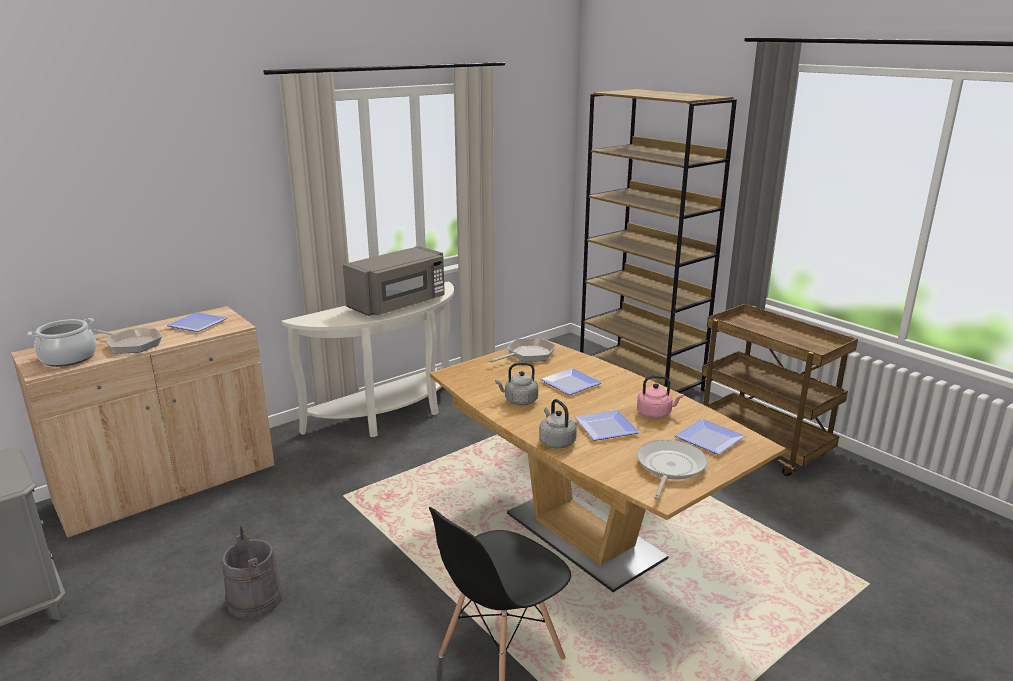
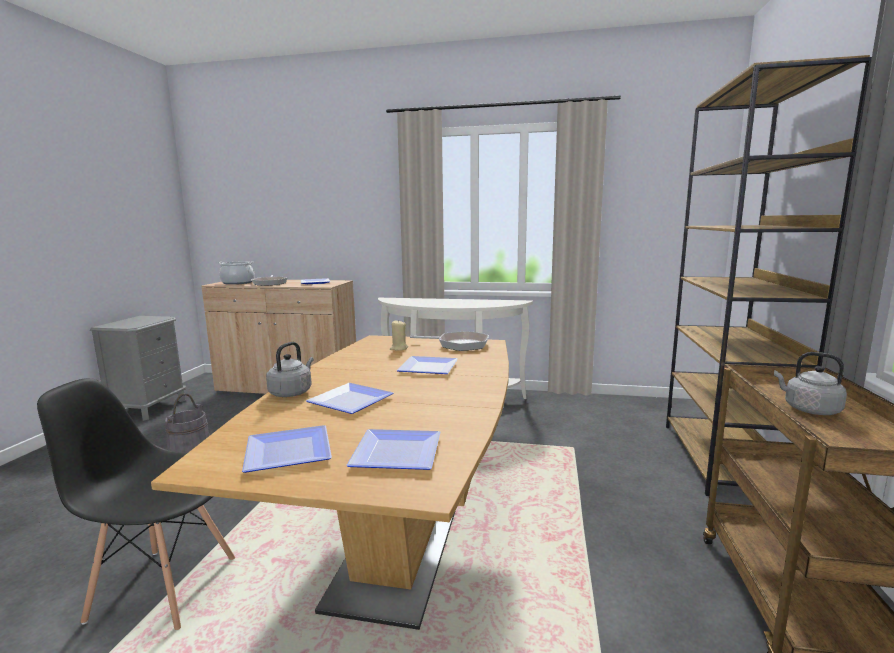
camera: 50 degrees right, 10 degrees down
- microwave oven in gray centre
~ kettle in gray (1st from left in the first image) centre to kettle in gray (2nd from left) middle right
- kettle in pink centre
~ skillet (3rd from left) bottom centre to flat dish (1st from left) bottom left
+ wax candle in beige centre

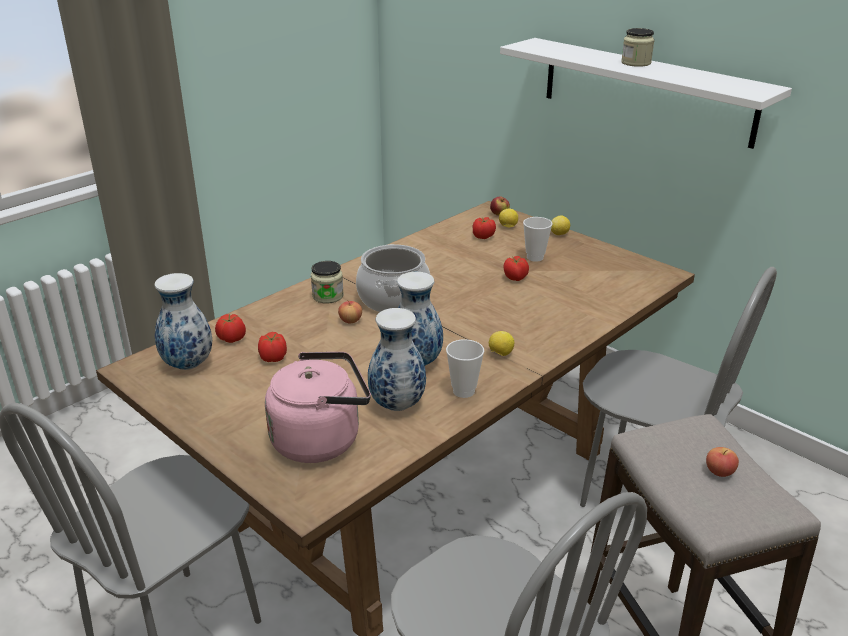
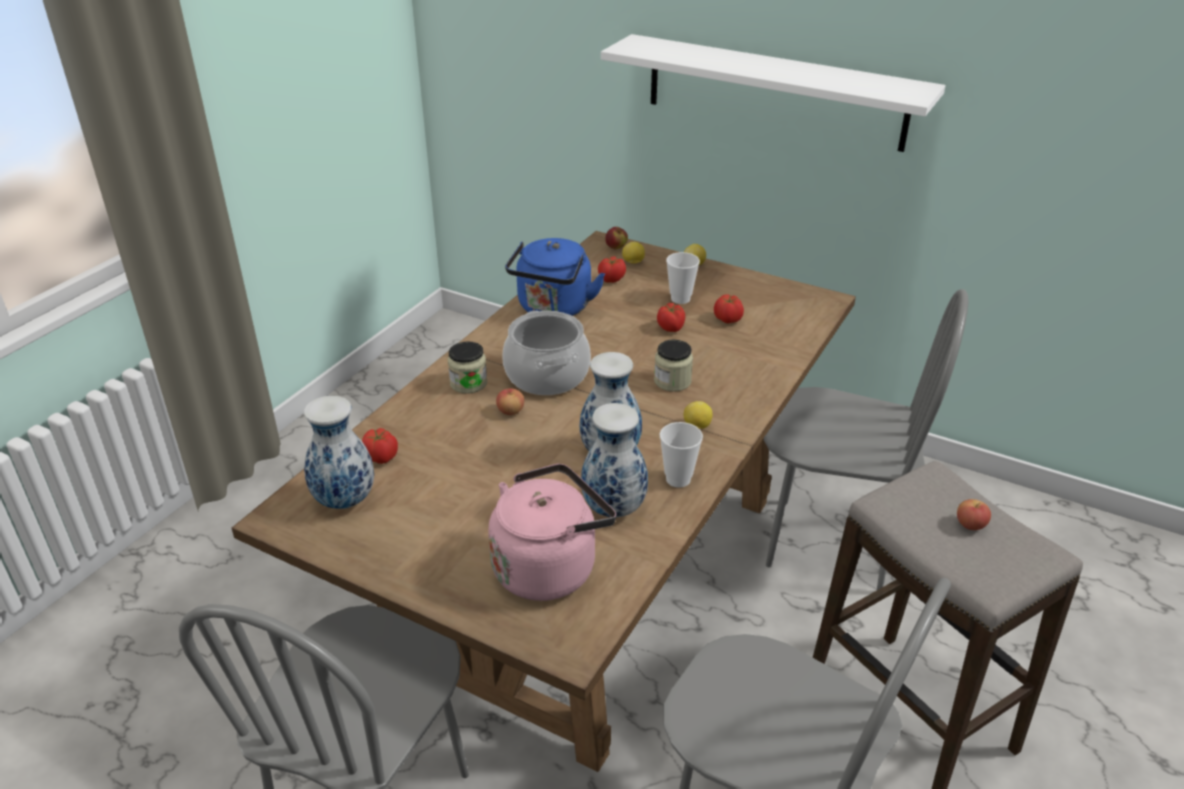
camera: 15 degrees left, 5 degrees up
~ tomato (2nd from left in the first image) middle left to tomato (4th from left) centre
~ jar (2nd from left) top right to centre
+ kettle in blue centre

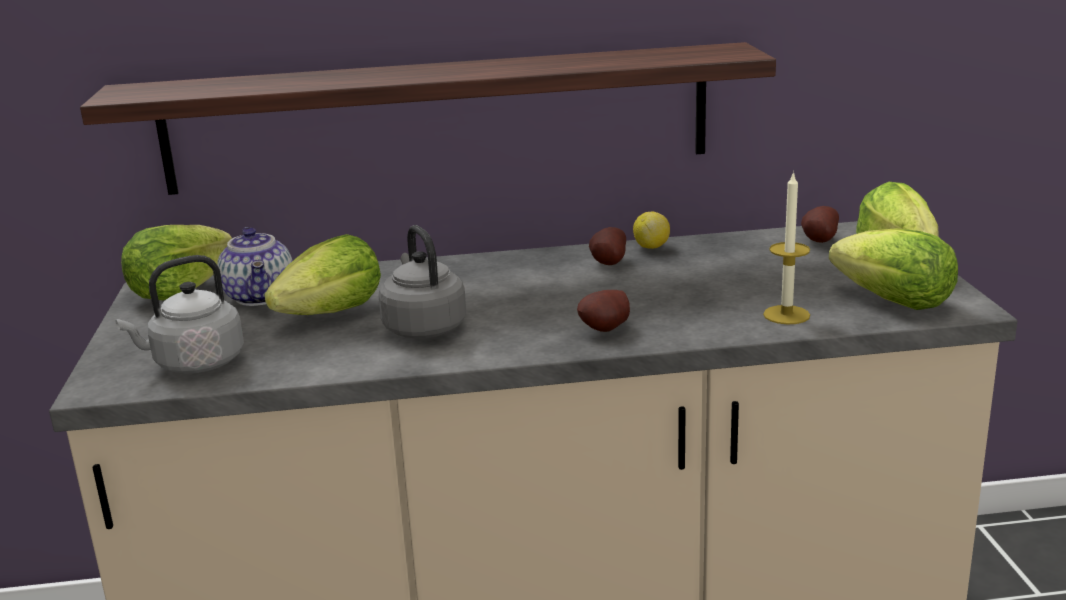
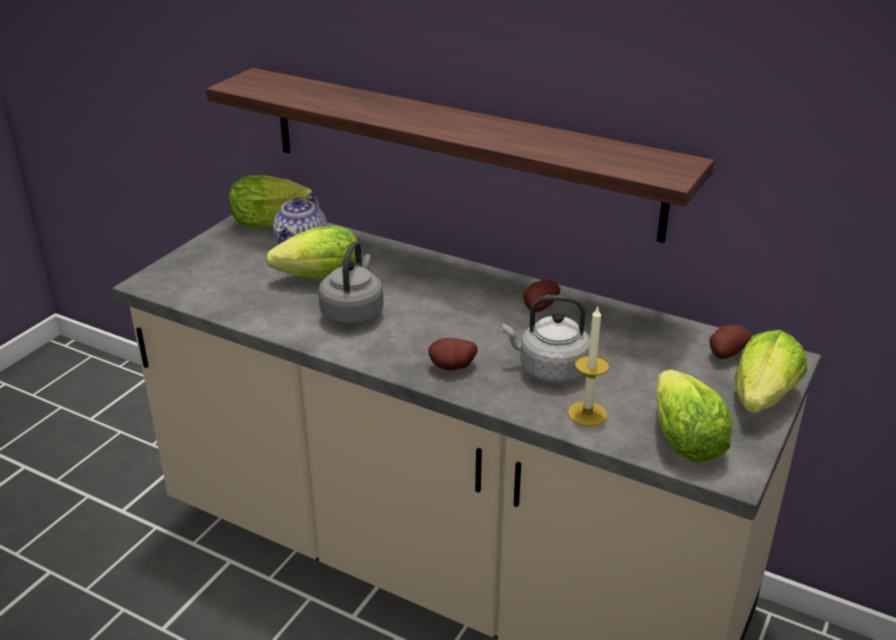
camera: 35 degrees right, 10 degrees up
~ kettle in gray (1st from left in the first image) middle left to kettle in gray (2nd from left) centre
- citrus fruit centre

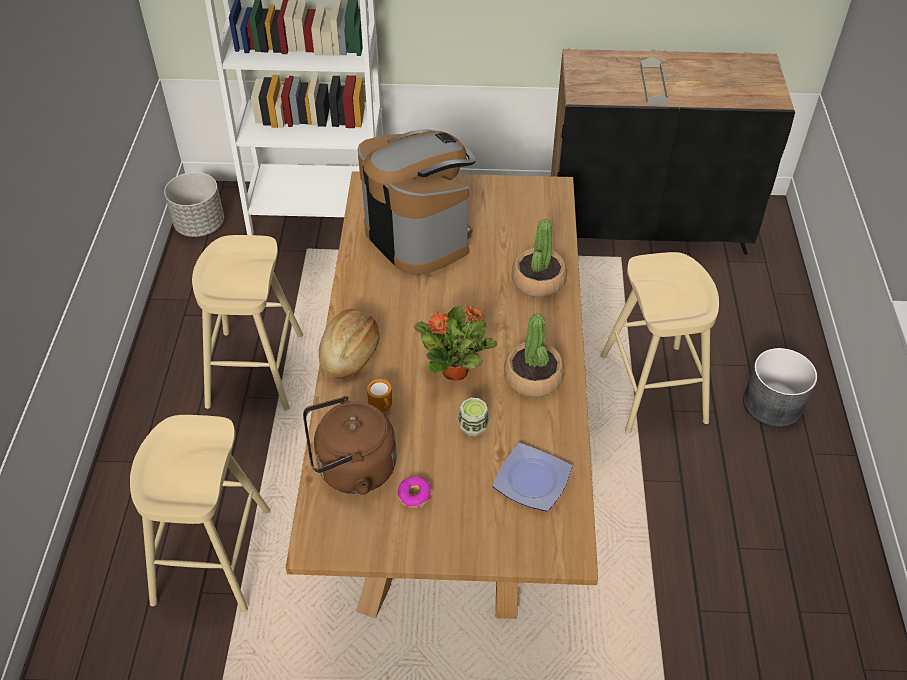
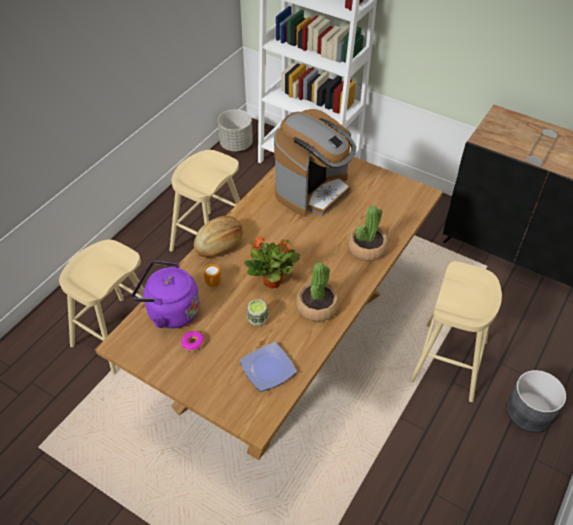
camera: 30 degrees right, 0 degrees up
~ kettle in brownish centre to kettle in purple middle left
~ coffee maker top centre = top centre 45 degrees clockwise

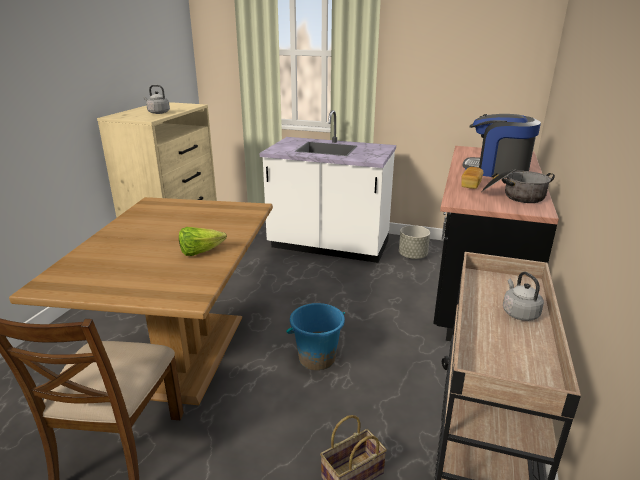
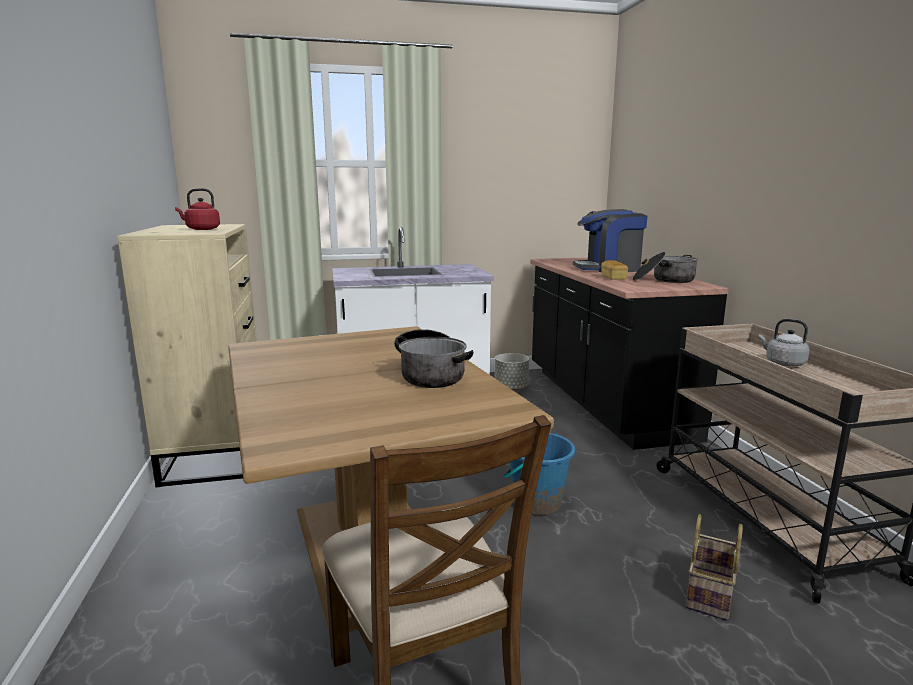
camera: 30 degrees left, 10 degrees down
~ kettle in gray (1st from left) top left to kettle in red top left
~ lettuce head middle left to stockpot (1st from left) centre

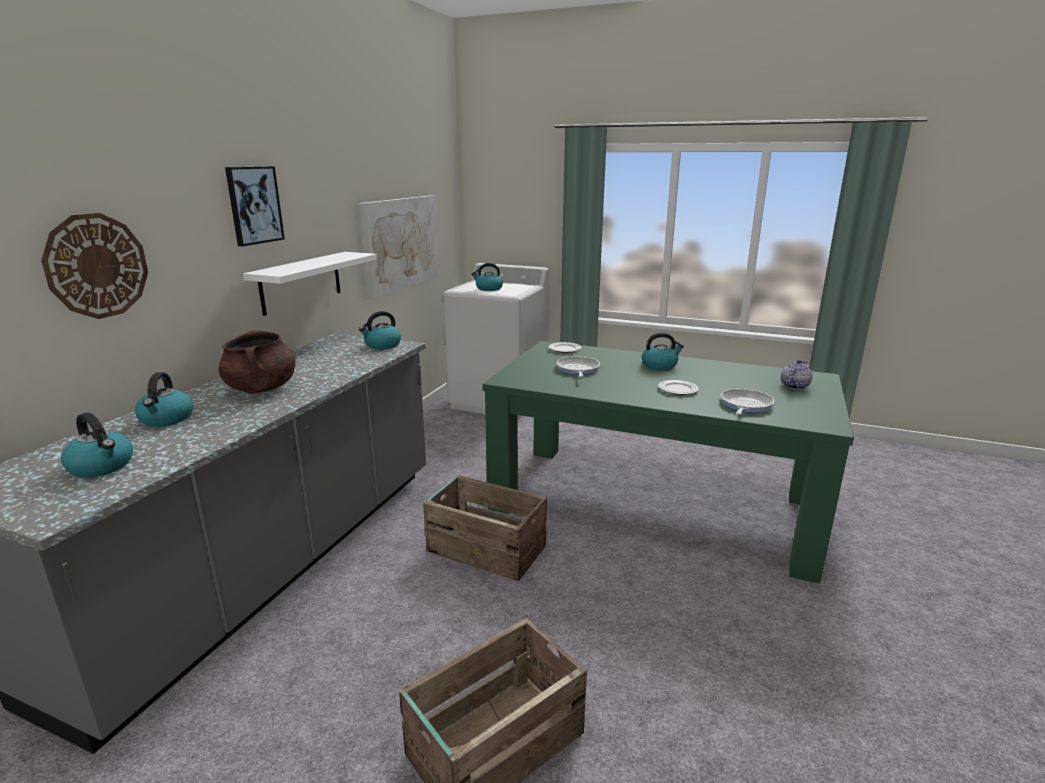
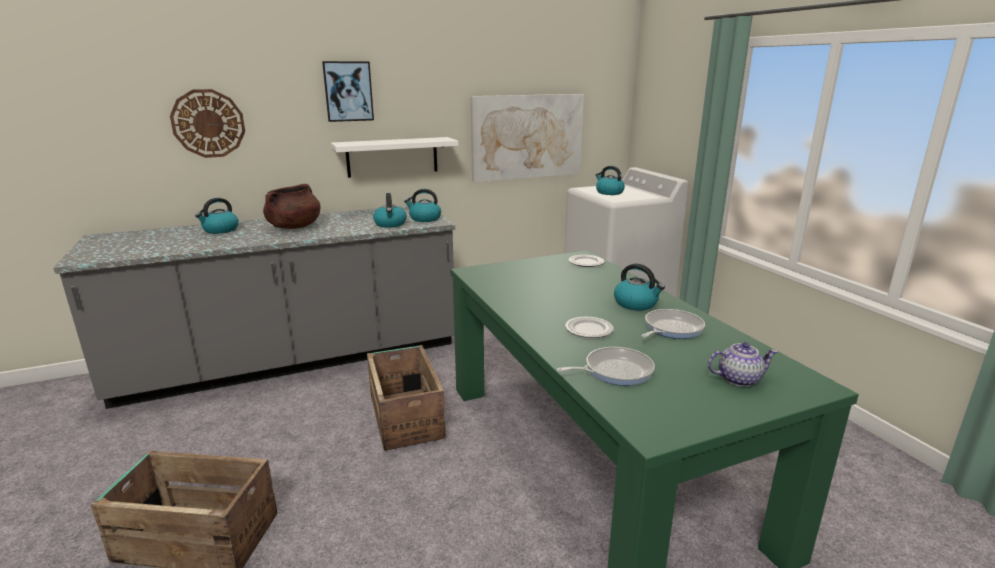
camera: 45 degrees right, 0 degrees up
~ kettle (1st from left in the first image) middle left to kettle (2nd from left) centre
~ skillet (1st from left in the first image) centre to skillet (2nd from left) middle right

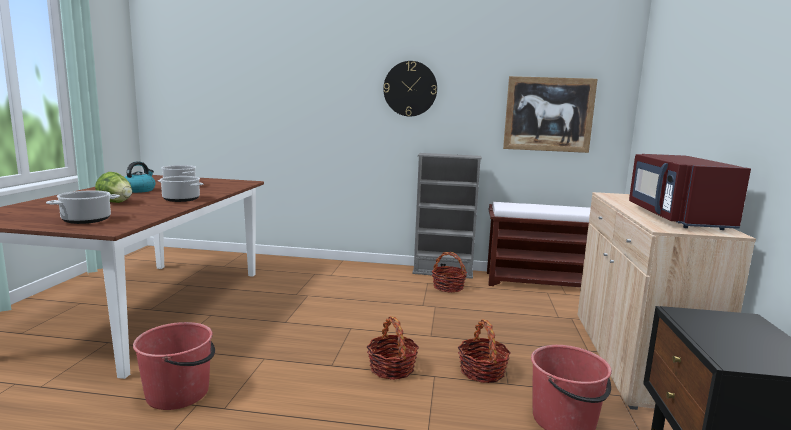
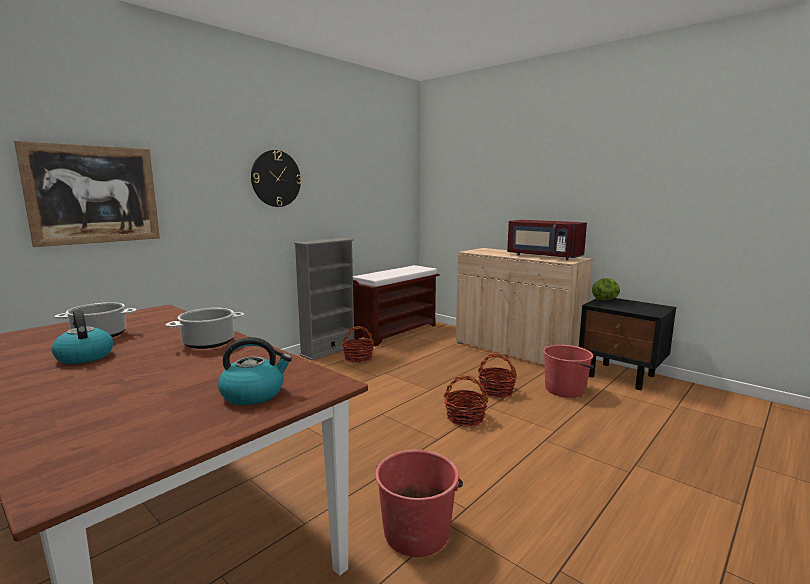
camera: 55 degrees left, 0 degrees up
~ stockpot (1st from left) middle left to kettle (2nd from left) middle left
~ lettuce head middle left to middle right
~ wall picture top right to top left

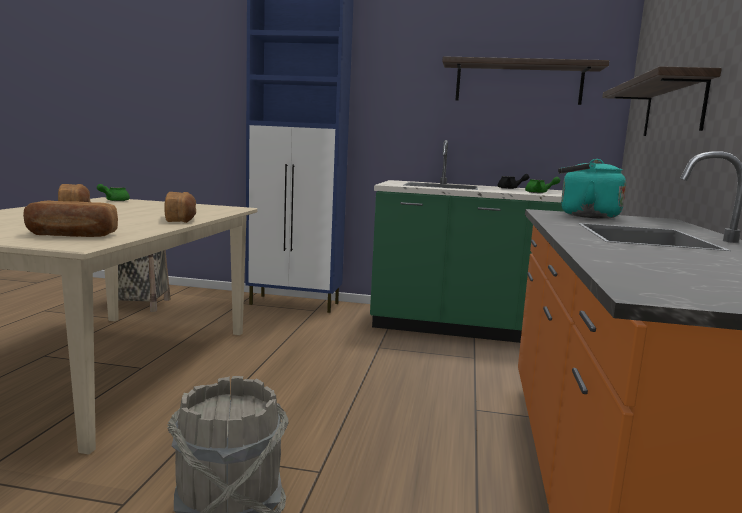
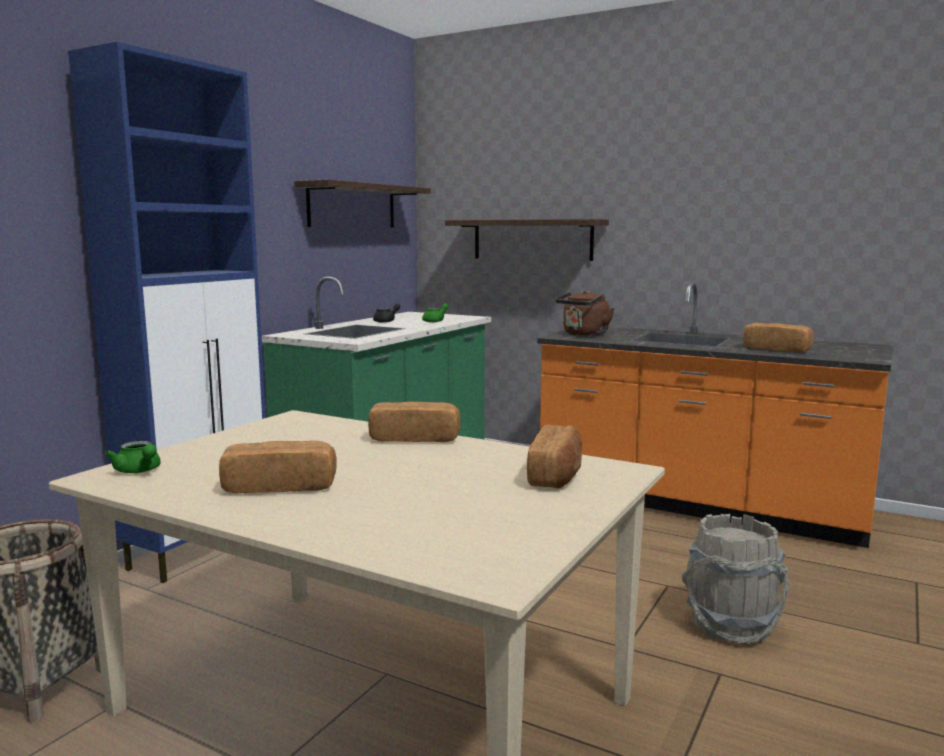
camera: 70 degrees left, 0 degrees up
~ kettle in turquoise middle right to kettle in brownish centre
+ bakery bread (4th from left) middle right

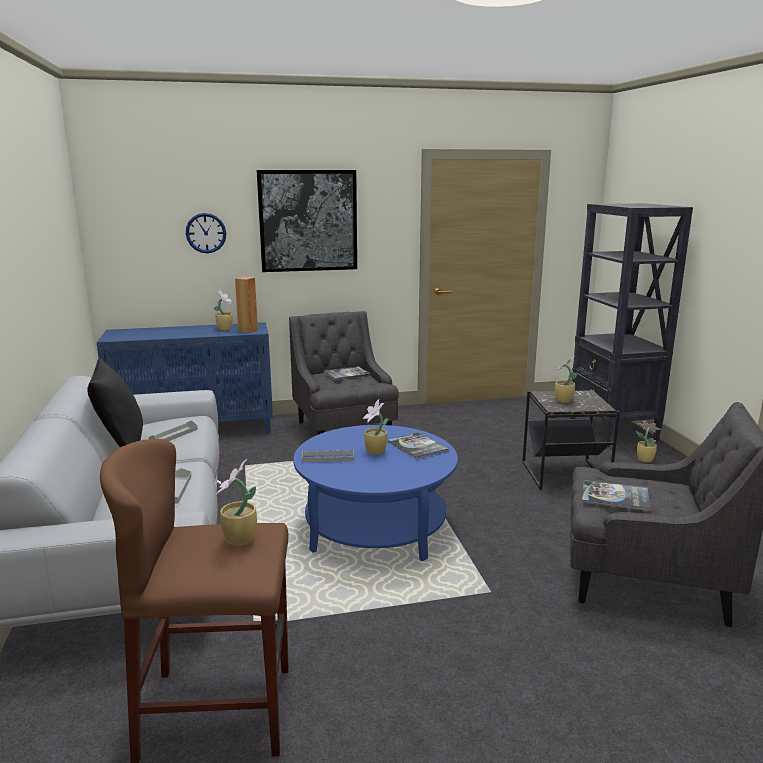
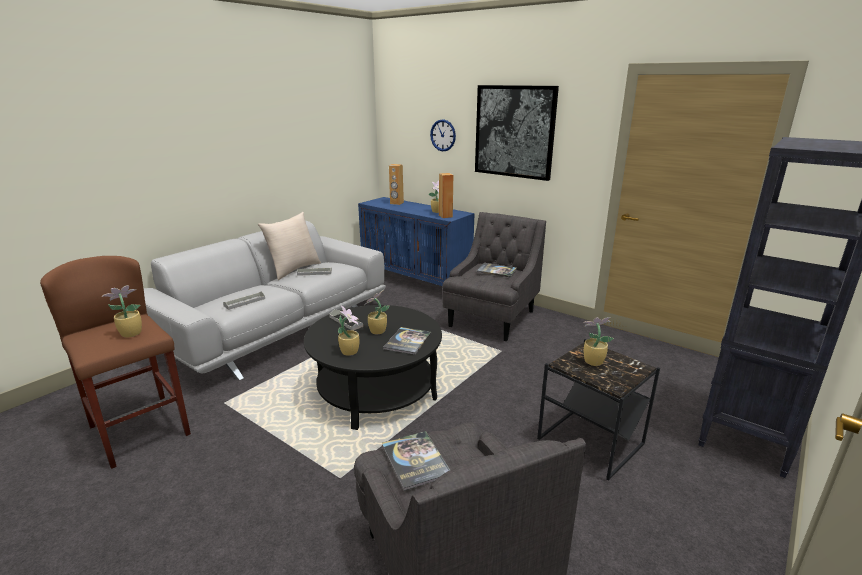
camera: 50 degrees right, 5 degrees up
~ cushion in black middle left to cushion in beige centre
~ coffee table in blue centre to coffee table in black centre
~ potted plant (5th from left in the first image) middle right to potted plant (2nd from left) centre
+ audio speaker in brownish (1st from left) top centre

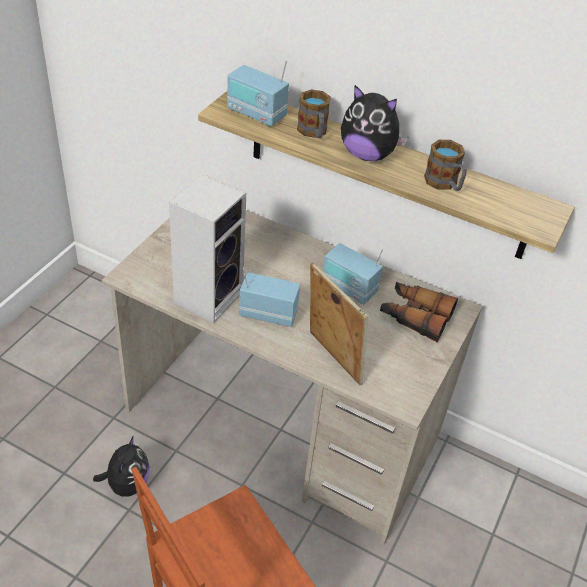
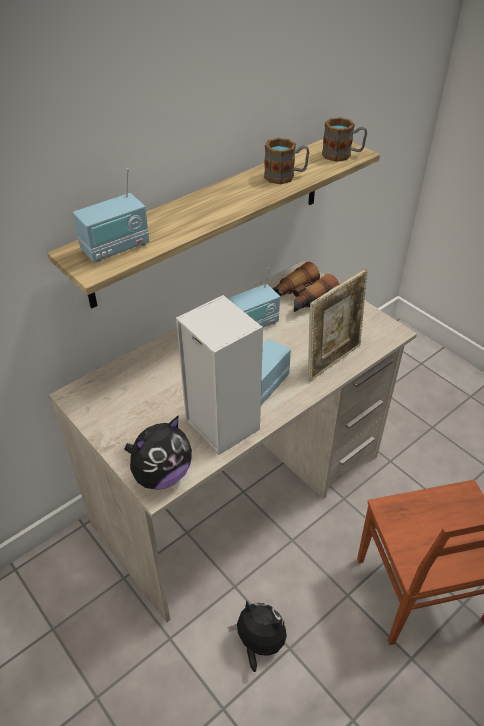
camera: 65 degrees left, 0 degrees up
~ coffee mug (1st from left in the first image) top centre to coffee mug (2nd from left) top right
~ photo frame centre = middle right 150 degrees clockwise
~ soft toy (2nd from left in the first image) top centre to soft toy (1st from left) middle left

